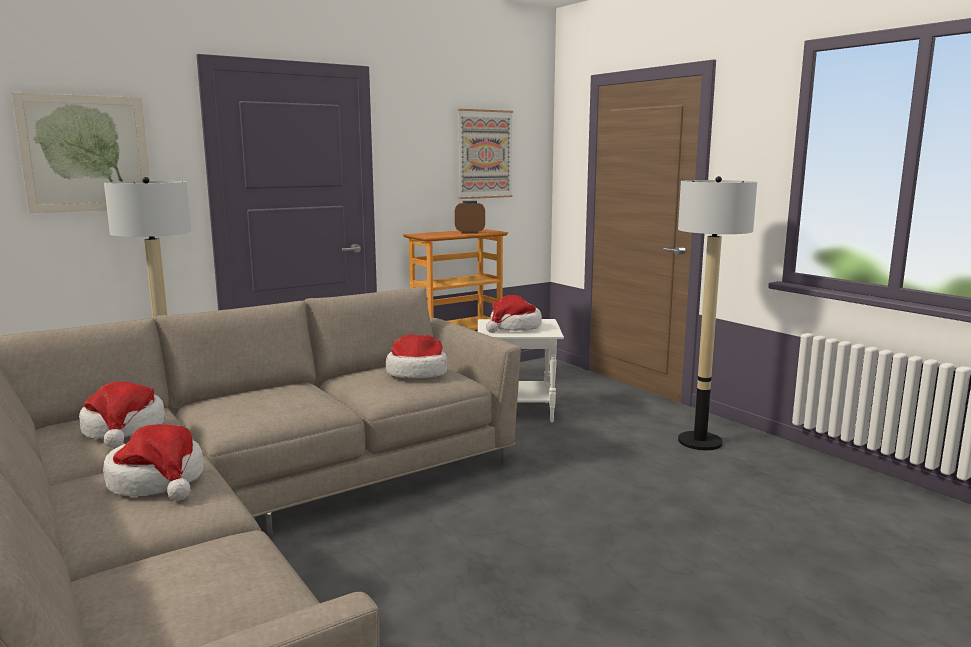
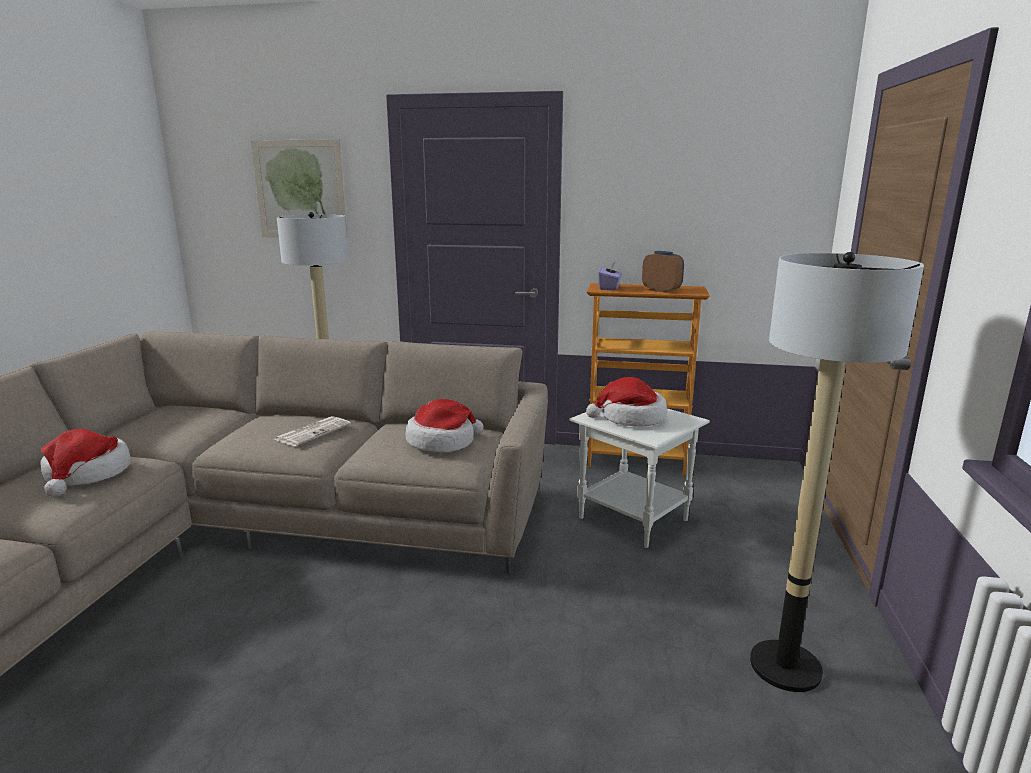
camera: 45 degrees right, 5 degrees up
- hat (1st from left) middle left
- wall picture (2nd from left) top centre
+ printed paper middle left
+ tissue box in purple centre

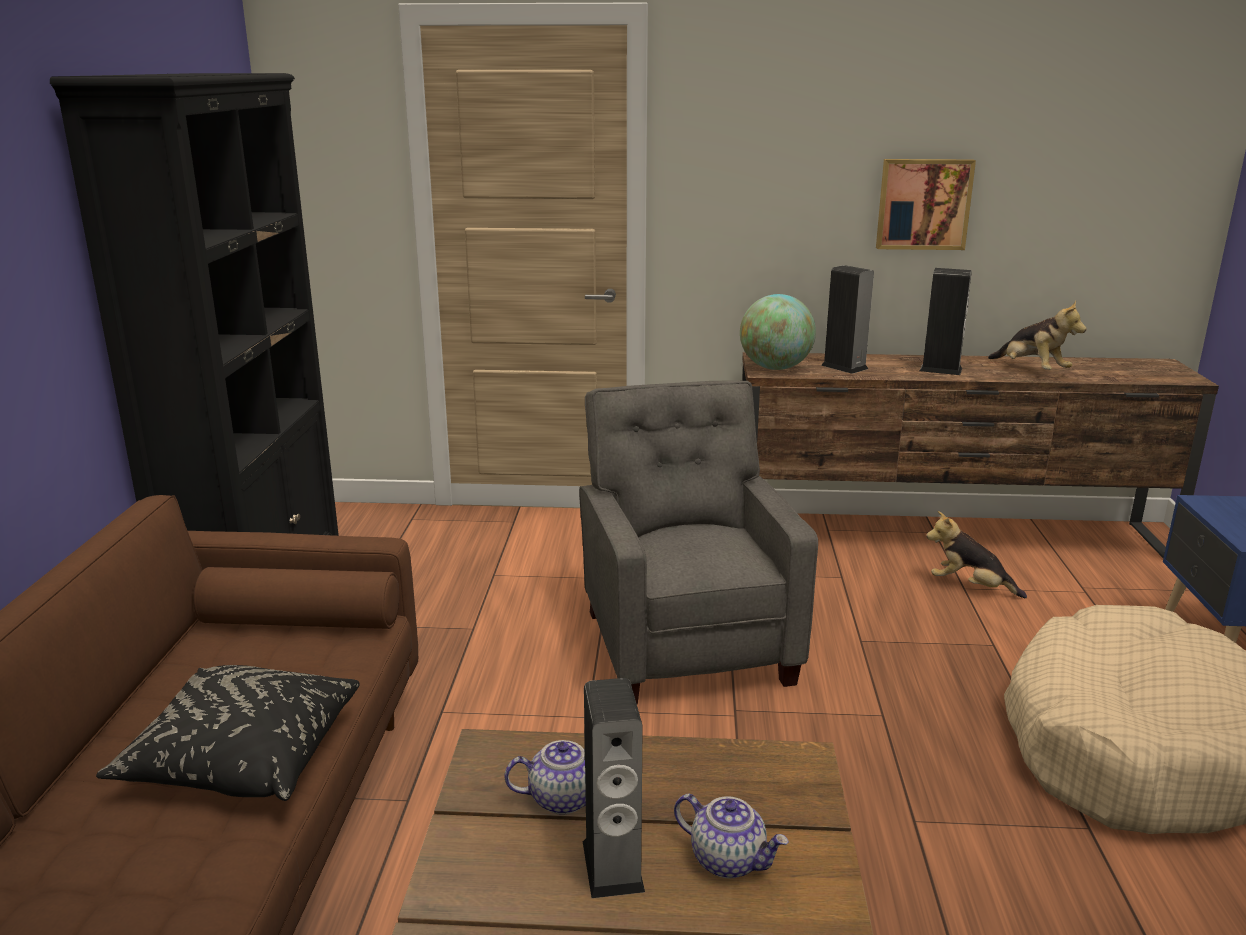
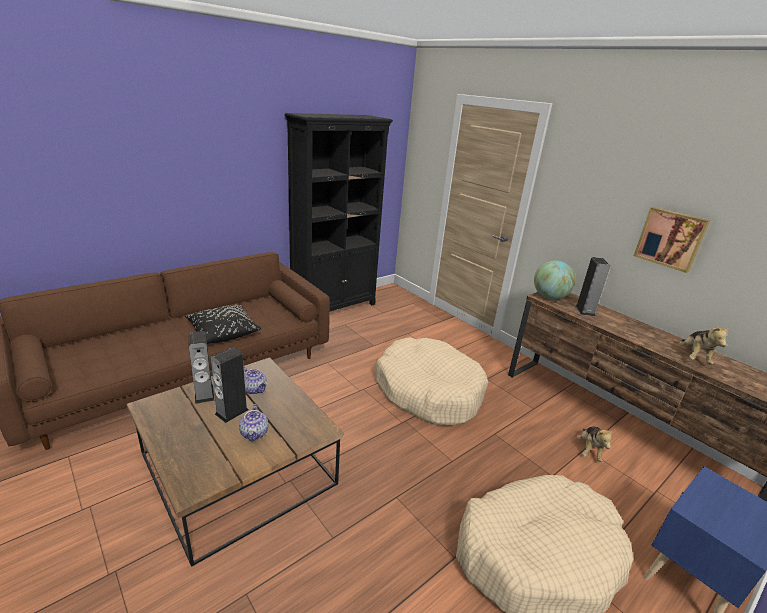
camera: 45 degrees right, 5 degrees up
~ easy chair in gray centre to pet bed in beige (1st from left) centre
~ audio speaker (3rd from left in the first image) middle right to audio speaker (1st from left) middle left
~ soft toy (1st from left) middle right = bottom right 150 degrees counterclockwise

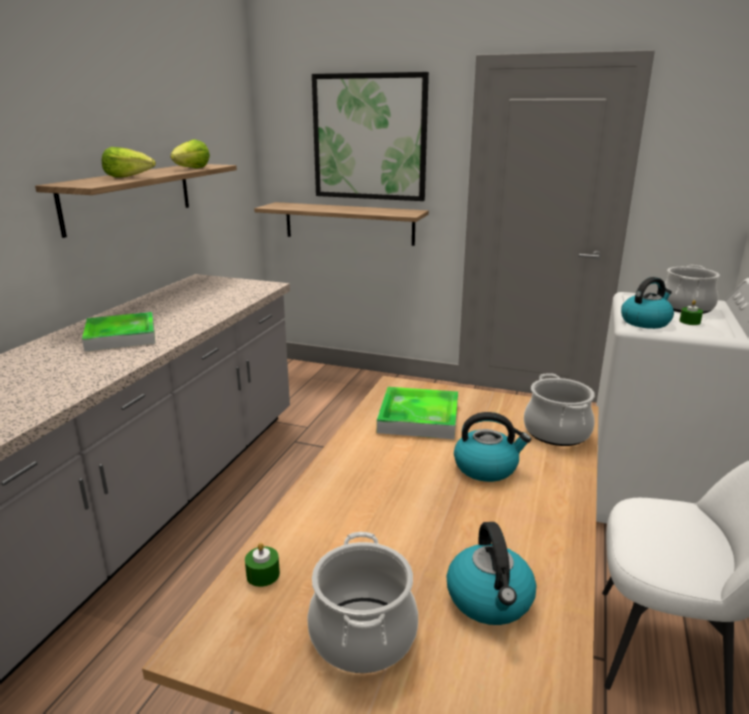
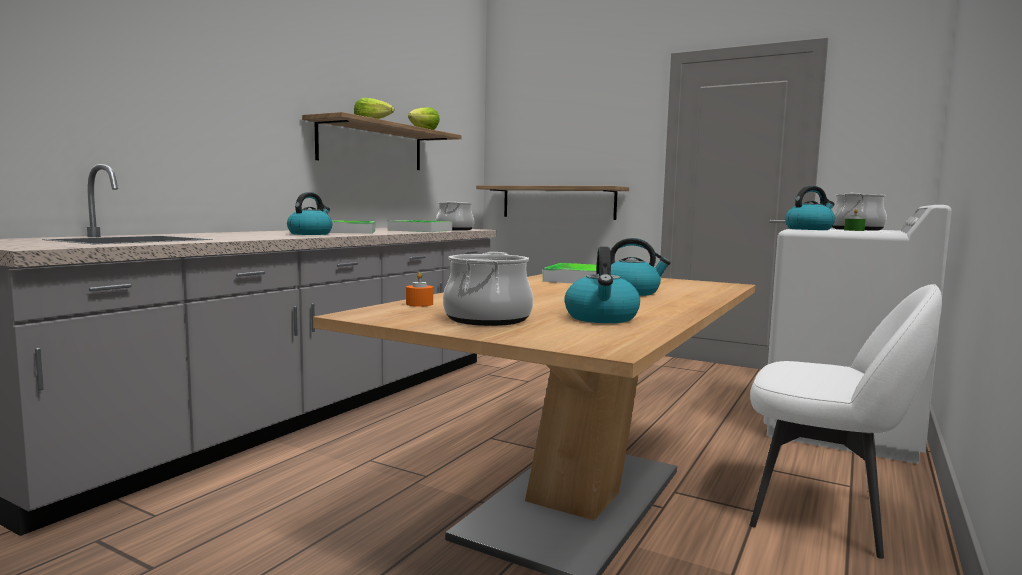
camera: 10 degrees right, 15 degrees down
~ wax candle in greenish (1st from left) bottom centre to wax candle in orange centre
- wall picture top centre
~ stockpot (2nd from left in the first image) middle right to stockpot (1st from left) centre
+ kettle (1st from left) middle left
+ tray (2nd from left) centre

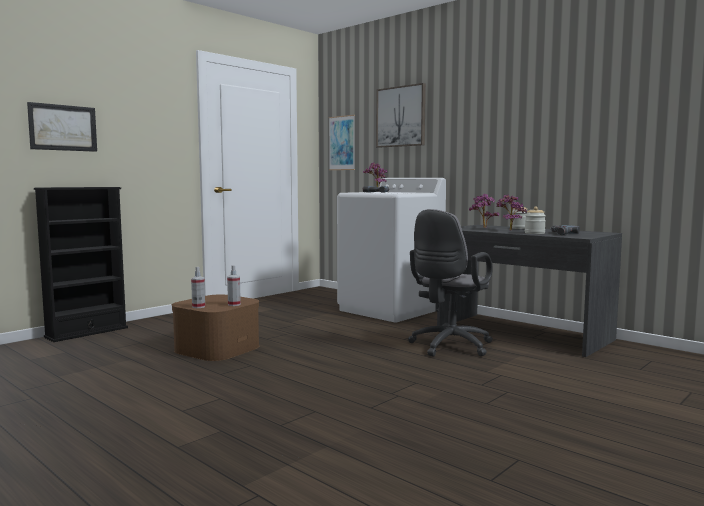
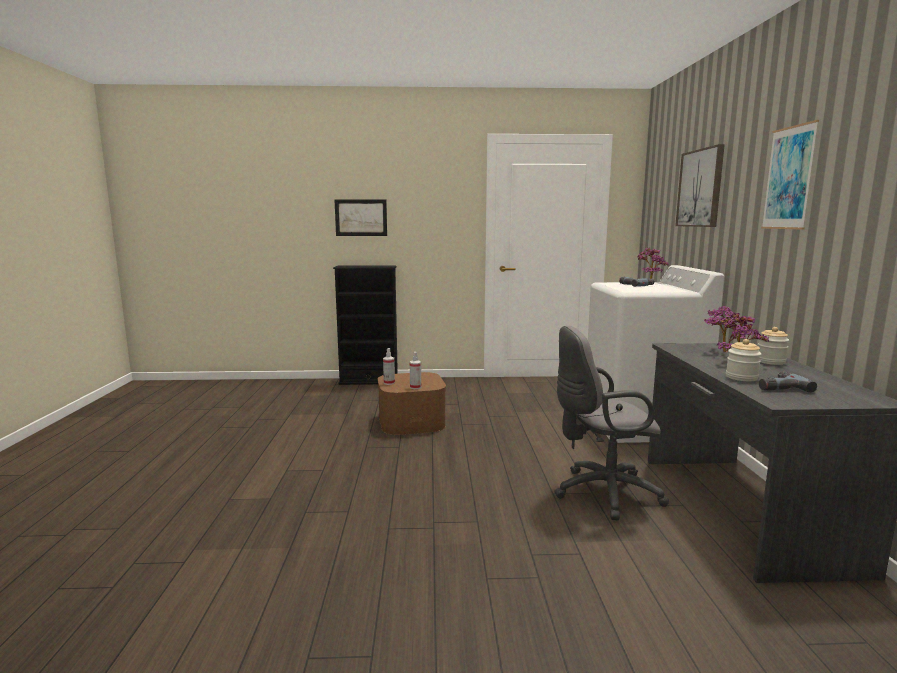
camera: 45 degrees right, 5 degrees up
~ wall picture (2nd from left in the first image) top centre to wall picture (3rd from left) top right

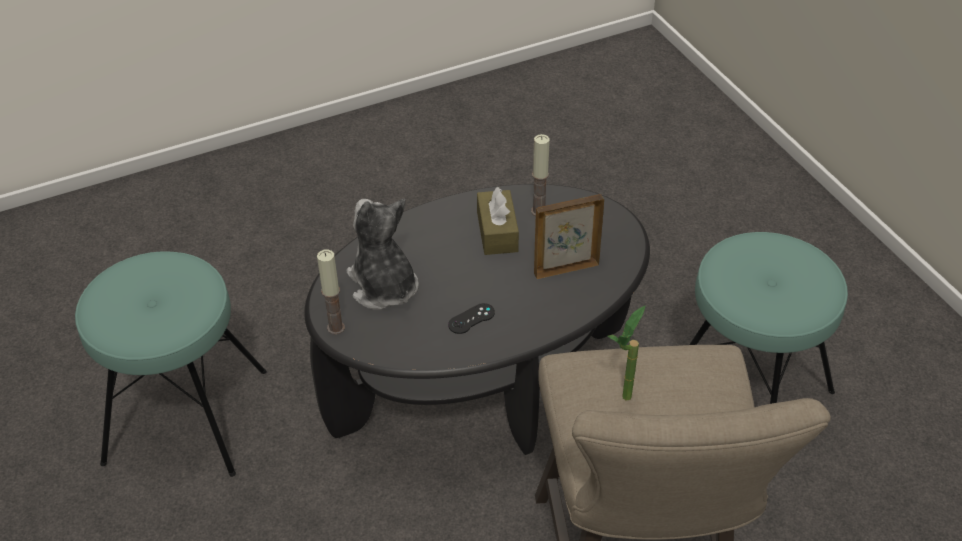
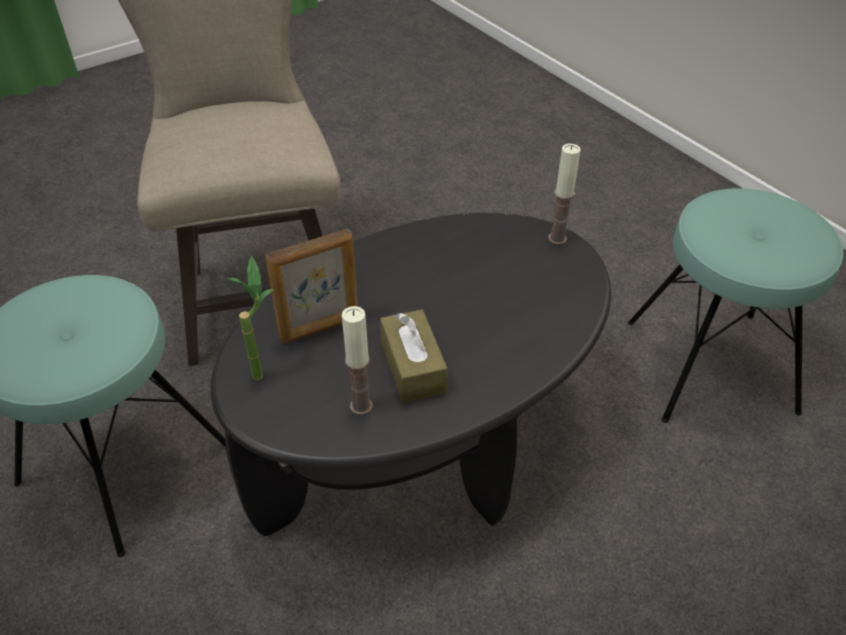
camera: 170 degrees right, 0 degrees up
- soft toy centre
- game controller in black centre
~ potted plant centre to middle left

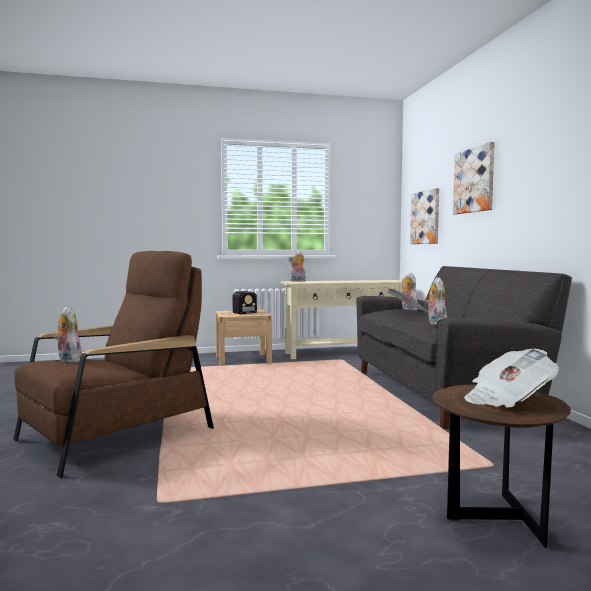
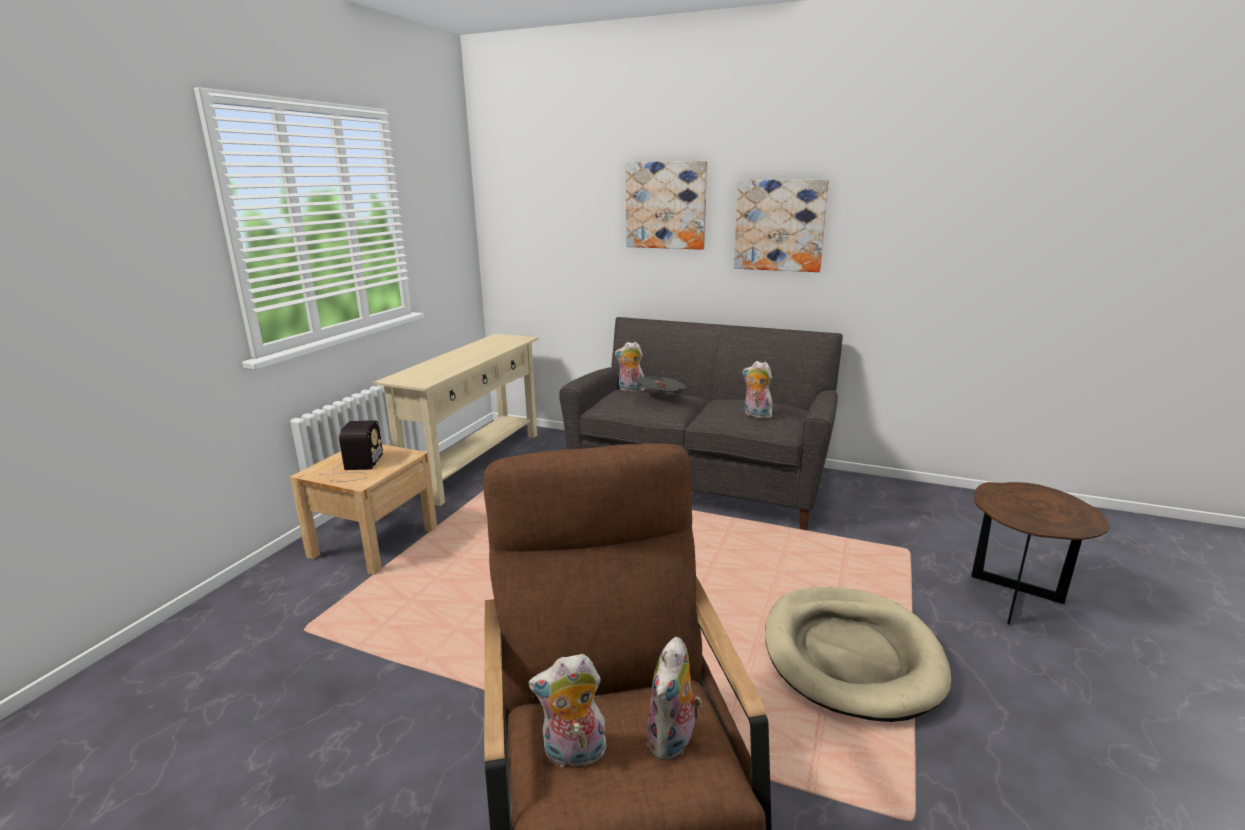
camera: 55 degrees left, 15 degrees up
~ soft toy (2nd from left in the first image) centre to soft toy (3rd from left) bottom centre
~ wall picture (1st from left in the first image) middle right to wall picture (2nd from left) top centre
- printed paper (2nd from left) middle right
+ pet bed in beige bottom right

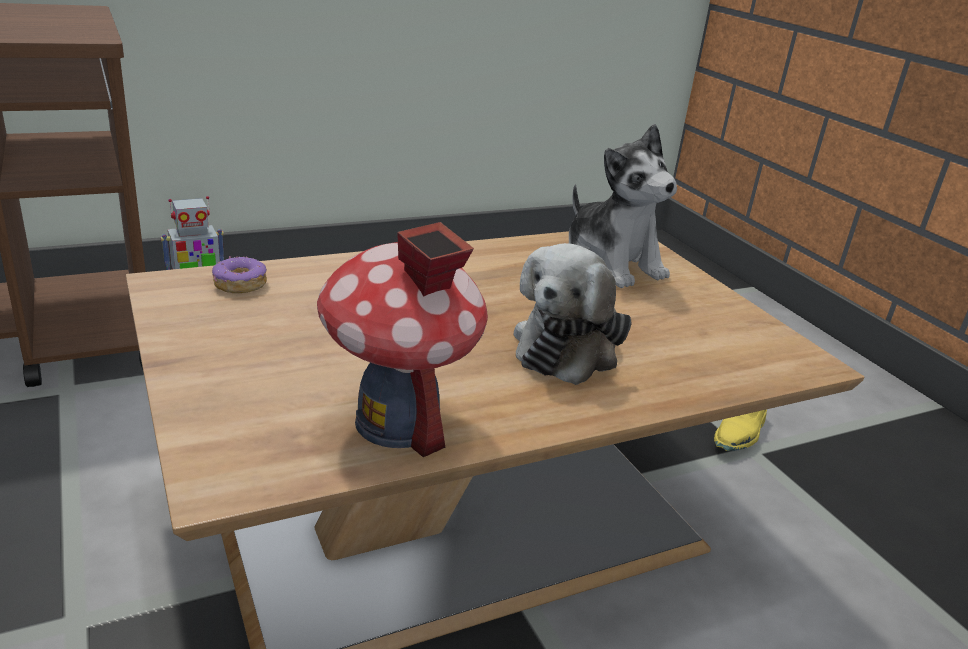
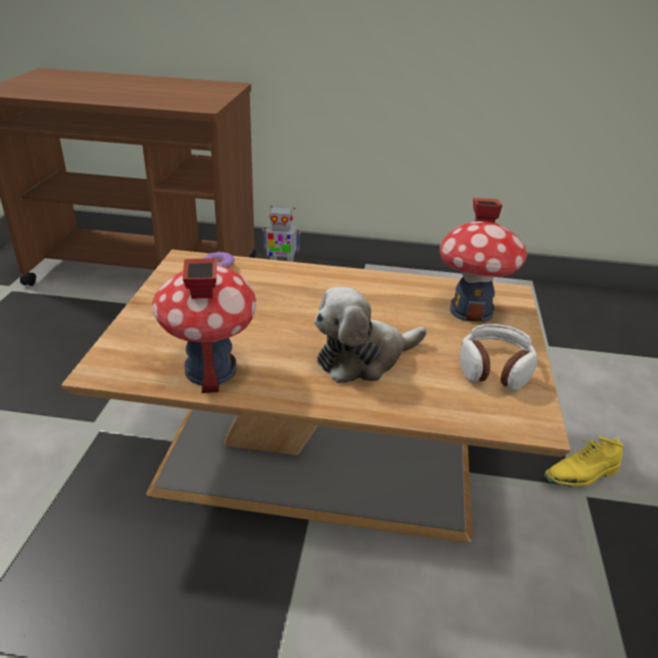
camera: 35 degrees right, 5 degrees up
~ soft toy (2nd from left) top centre to model house (2nd from left) middle right
+ pair of headphones middle right

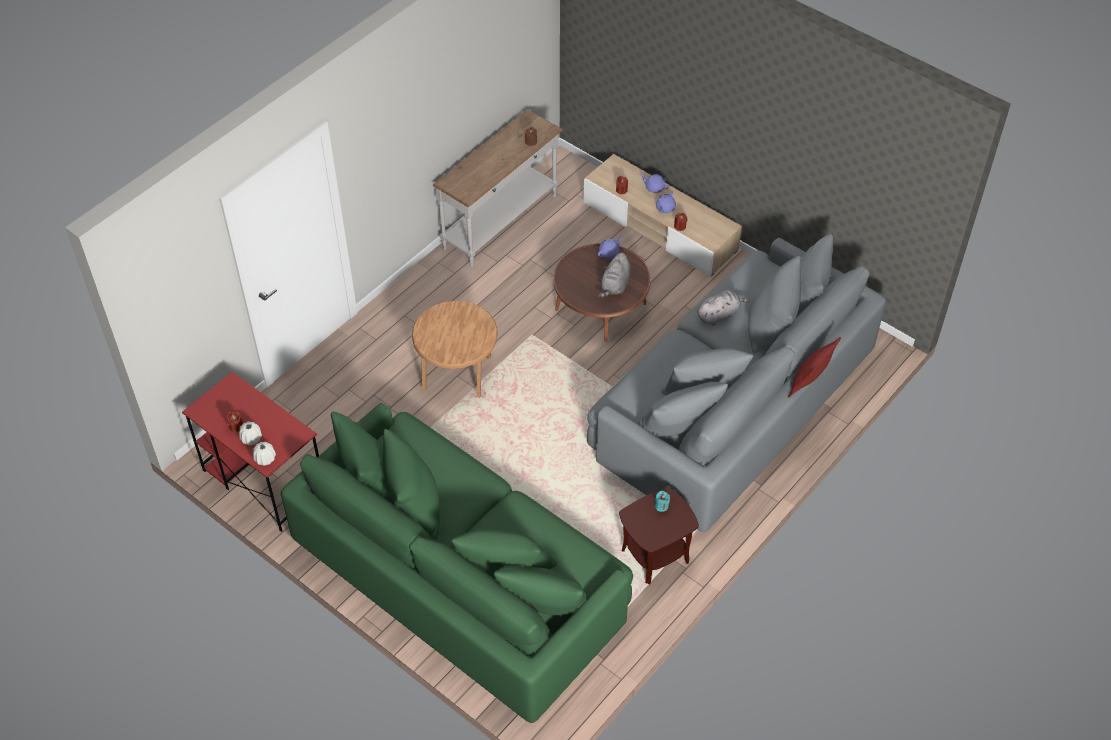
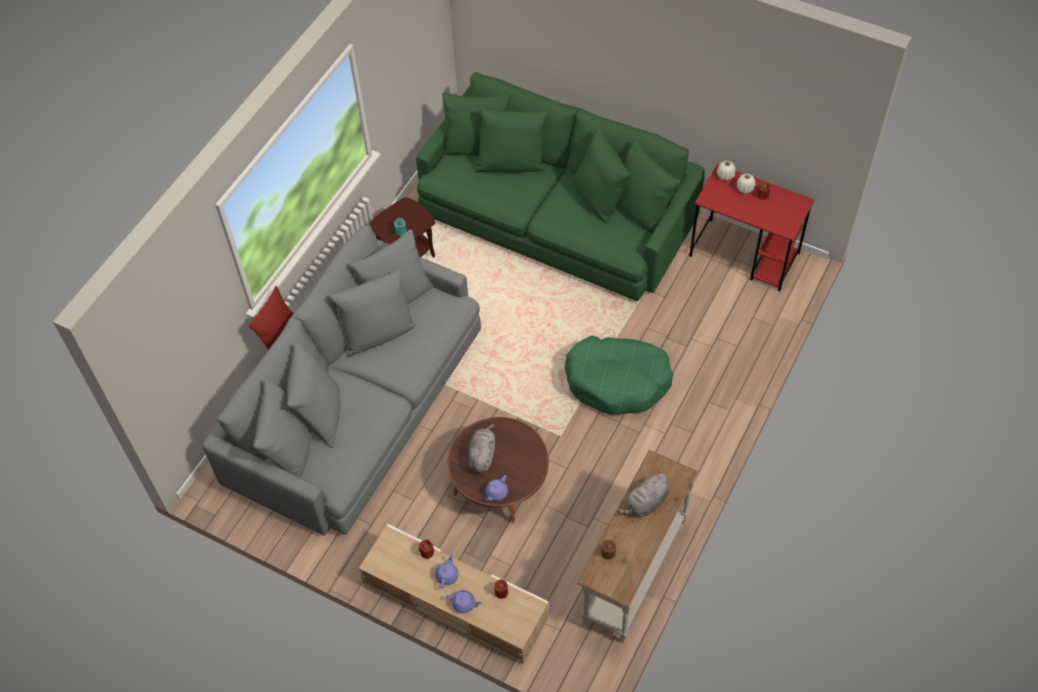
camera: 170 degrees right, 5 degrees up
~ side table in brownish (1st from left) centre to pet bed in greenish centre
~ soft toy in gray (2nd from left) centre to bottom centre

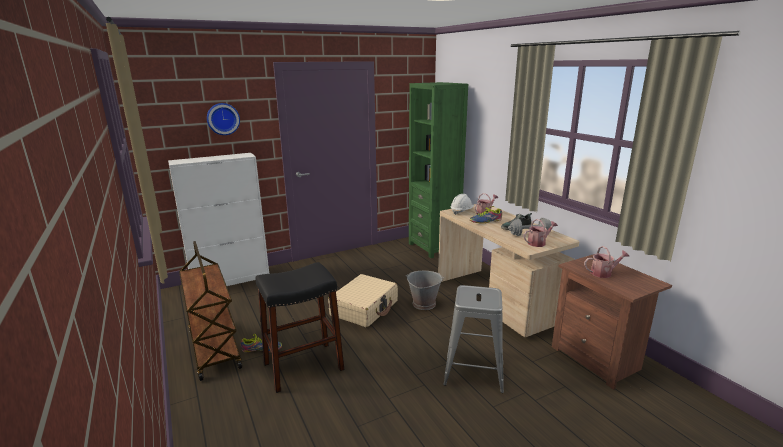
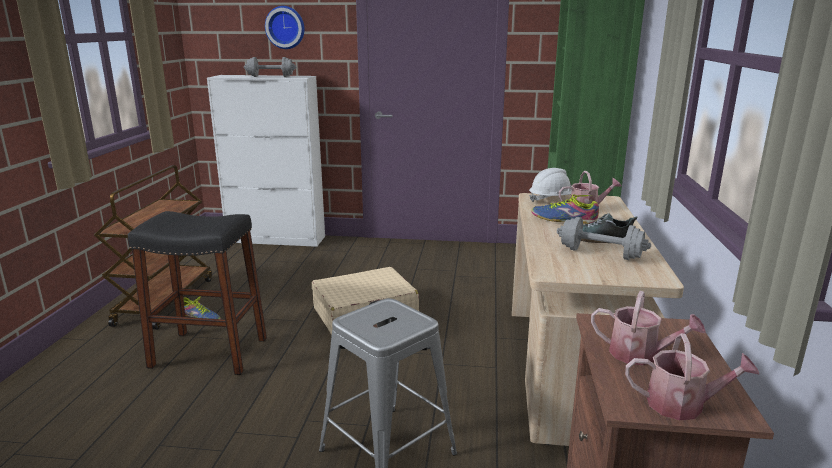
camera: 35 degrees right, 0 degrees up
- bucket in gray centre
~ watering pot (2nd from left in the first image) middle right to watering pot (3rd from left) bottom right
+ hand weight in gray (1st from left) top left

